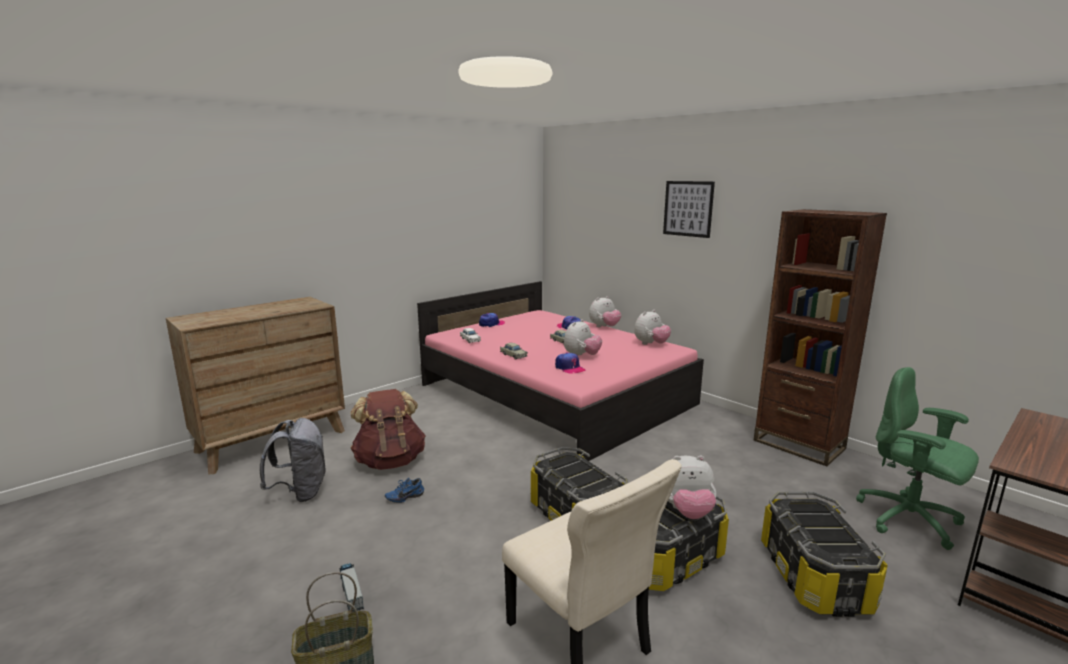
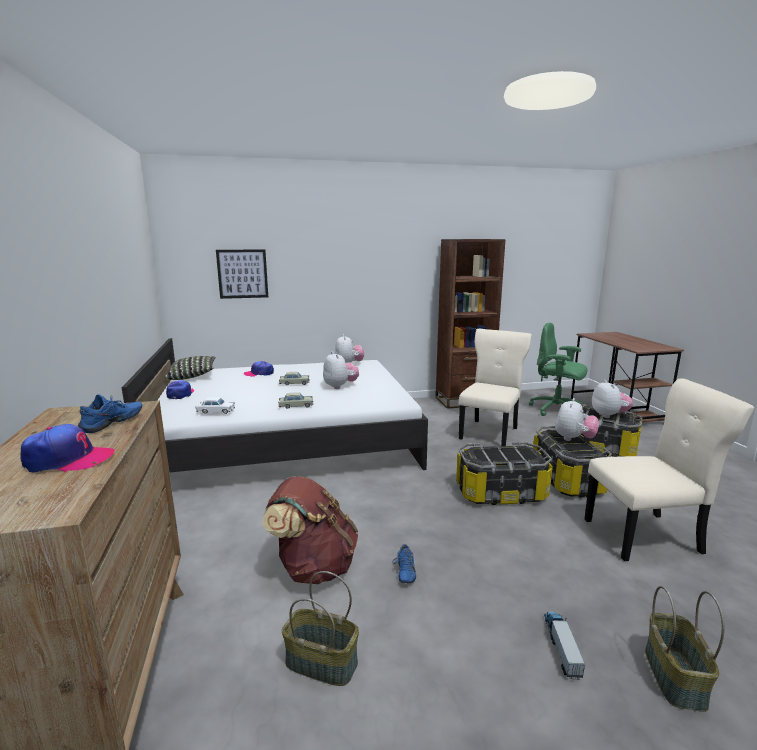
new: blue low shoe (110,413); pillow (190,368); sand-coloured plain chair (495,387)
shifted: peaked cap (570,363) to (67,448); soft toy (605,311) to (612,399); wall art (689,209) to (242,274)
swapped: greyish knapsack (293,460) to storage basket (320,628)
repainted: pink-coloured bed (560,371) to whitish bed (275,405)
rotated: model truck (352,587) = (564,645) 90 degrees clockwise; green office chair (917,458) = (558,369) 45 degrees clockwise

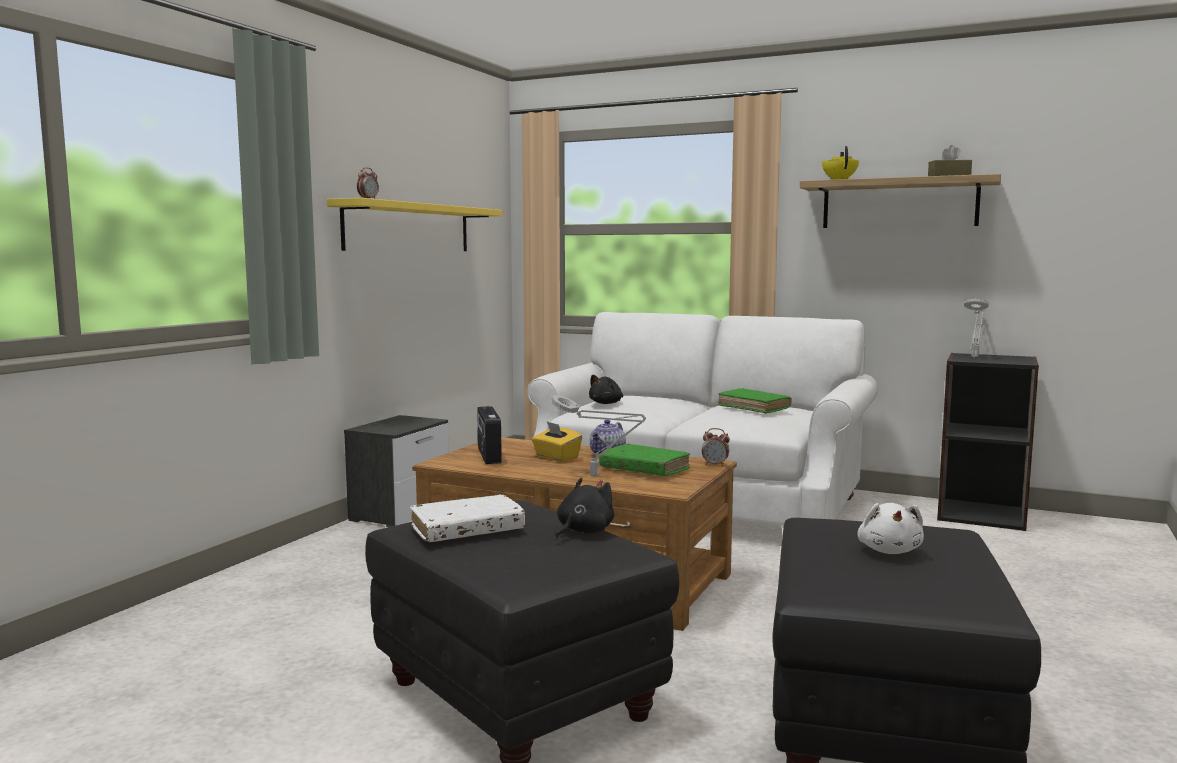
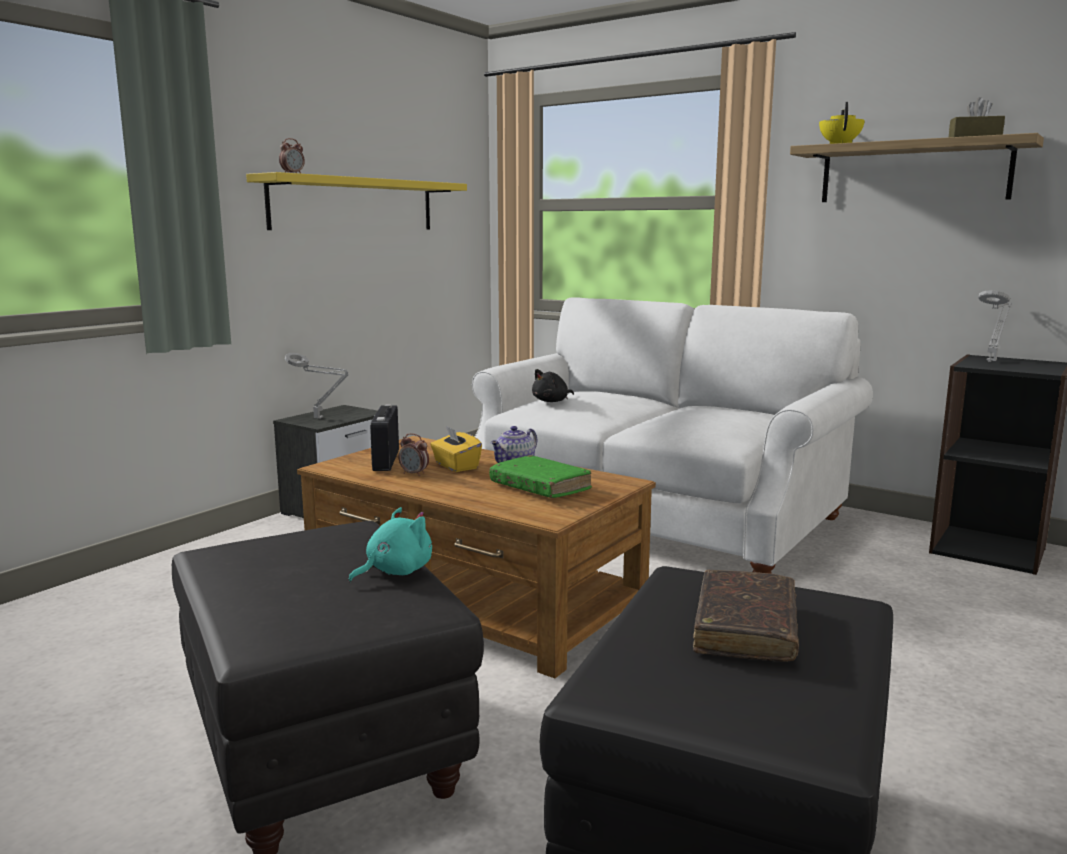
gone: whitish bound book (467,518); green bound book (755,401)
shifted: greyish table lamp (598,436) to (316,386); alarm clock (716,447) to (414,454)
swapped: whitish soft toy (890,528) to brown-coloured bound book (746,616)
repainted: black-coloured soft toy (584,509) to turquoise-coloured soft toy (390,544)

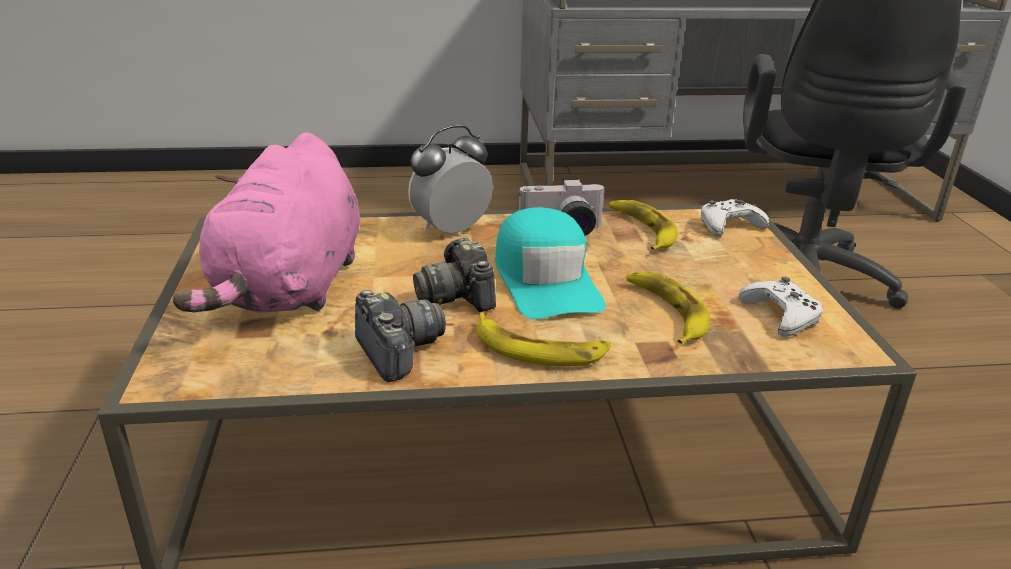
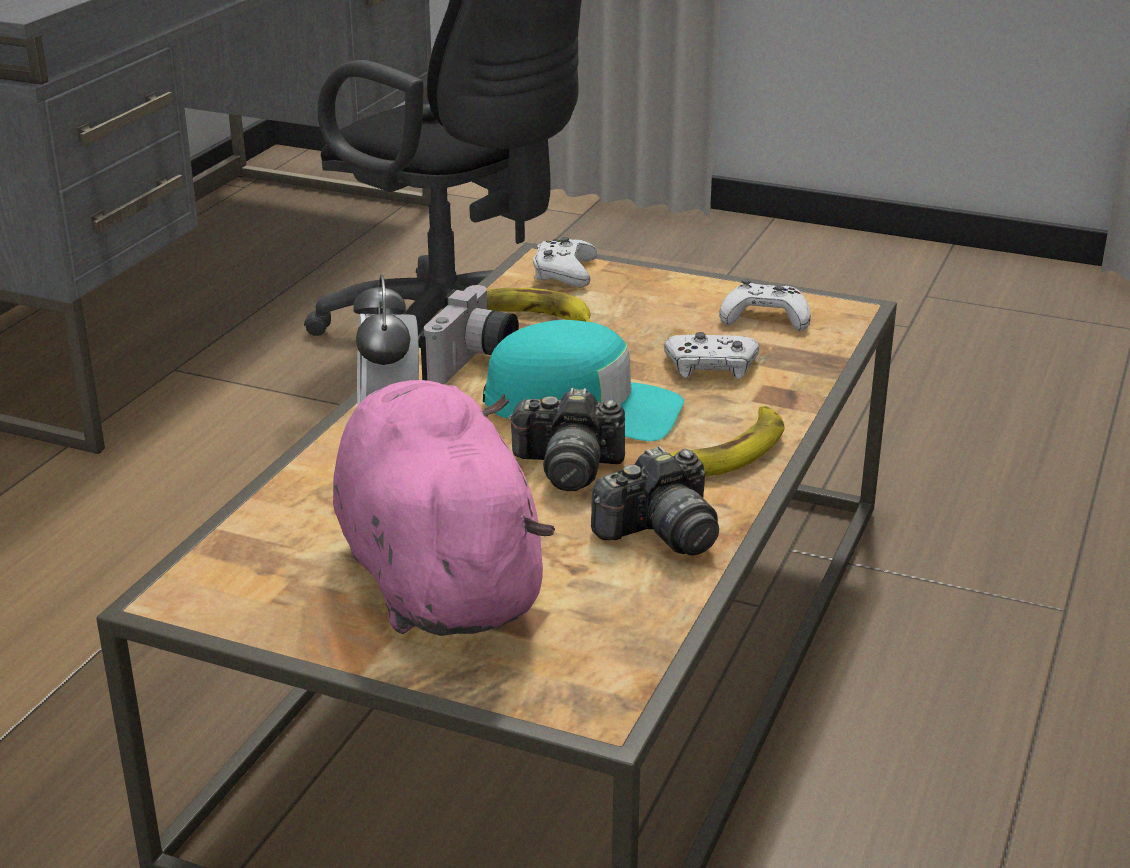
swapped: banana fruit (668,308) to whitish joypad (711,355)
rotated: pink-coloured soft toy (266,223) = (444,508) 150 degrees counterclockwise; still camera (400,336) = (655,501) 150 degrees clockwise

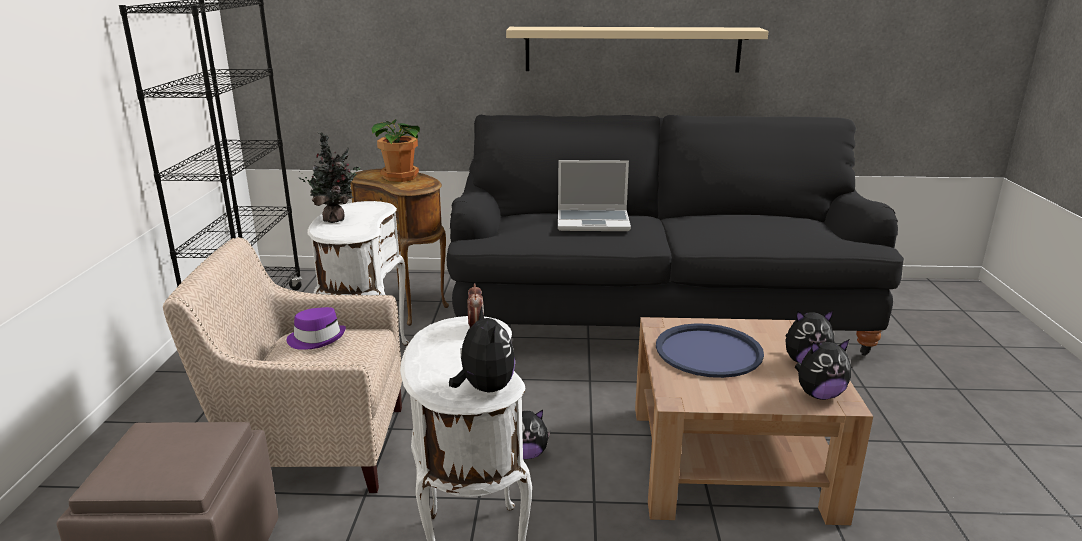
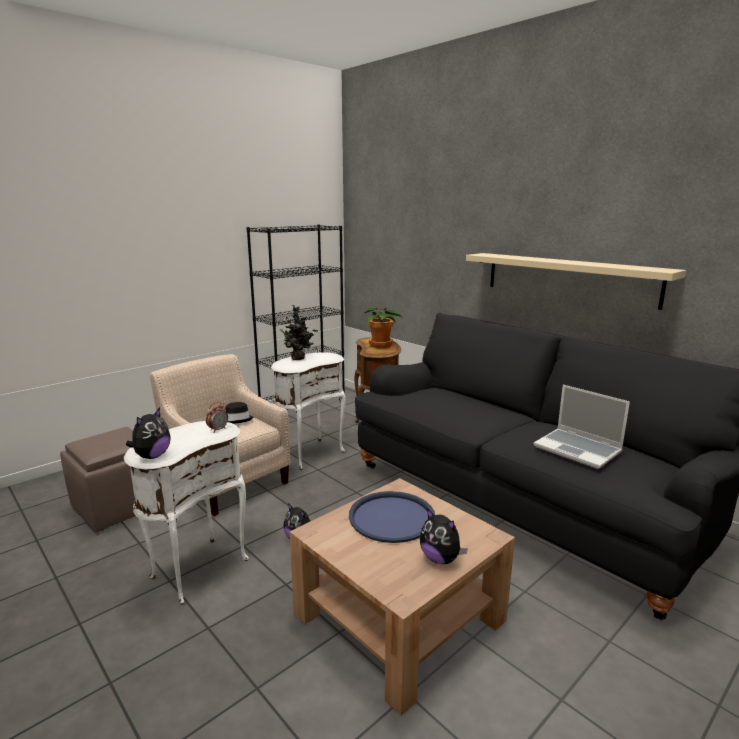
gone: soft toy (823,369)
shifted: laptop (594,195) to (582,427)
repainted: purple hat (316,328) to black-coloured hat (239,413)

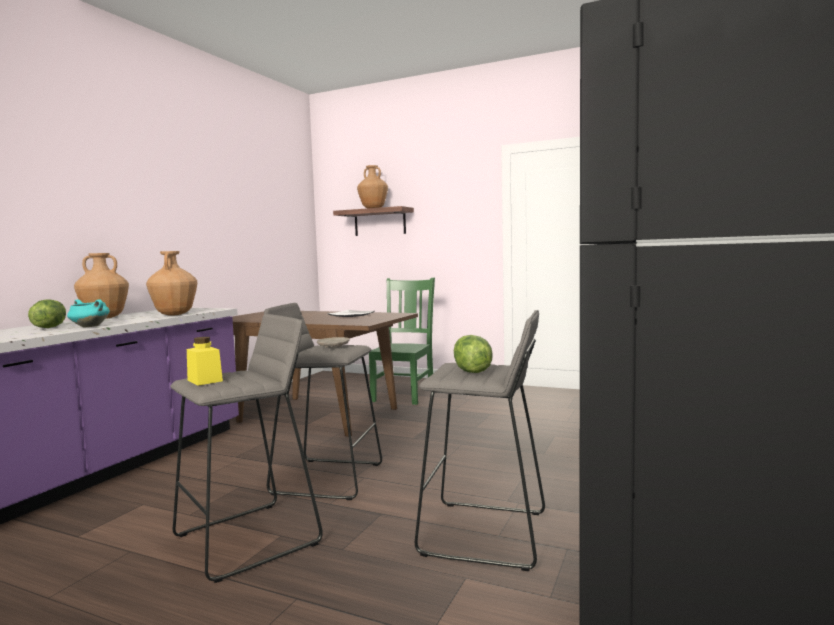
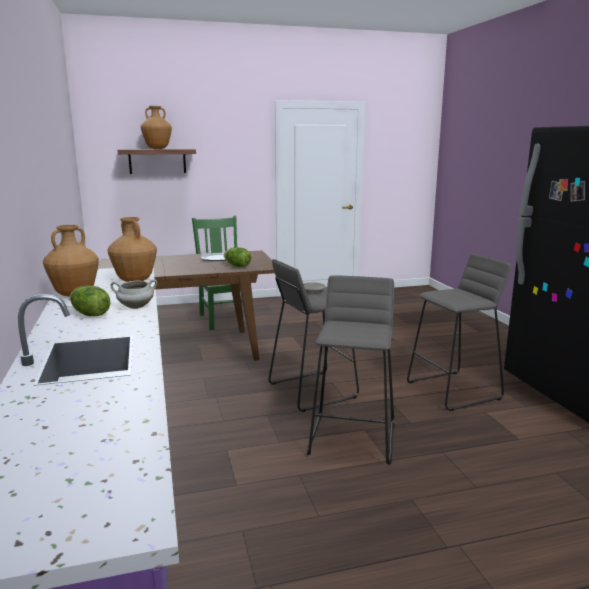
gone: yellow jar (205,361)
shifted: head of lettuce (473,354) to (237,257)
repainted: turquoise-coloured cooking pot (88,313) to whitish cooking pot (134,294)

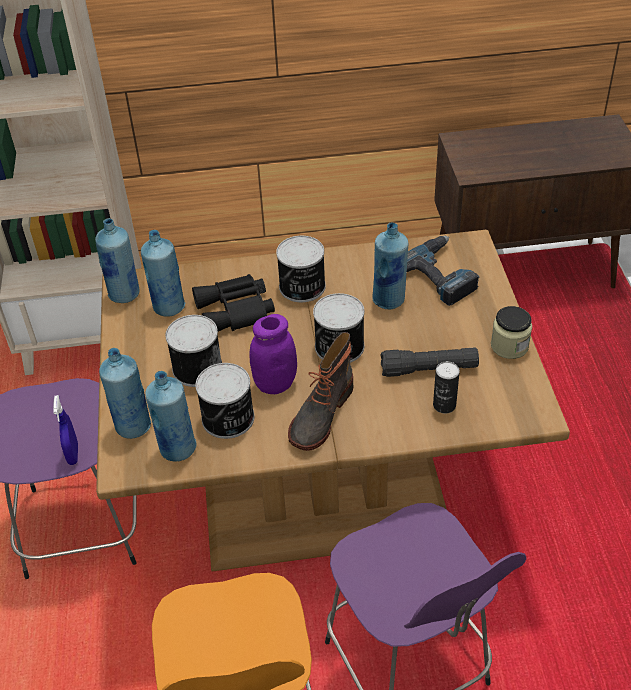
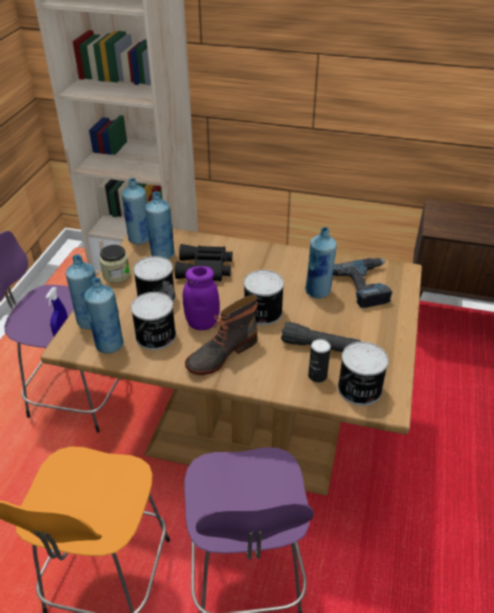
shifted: sealed can (301,269) to (363,374); jar (511,332) to (115,264)

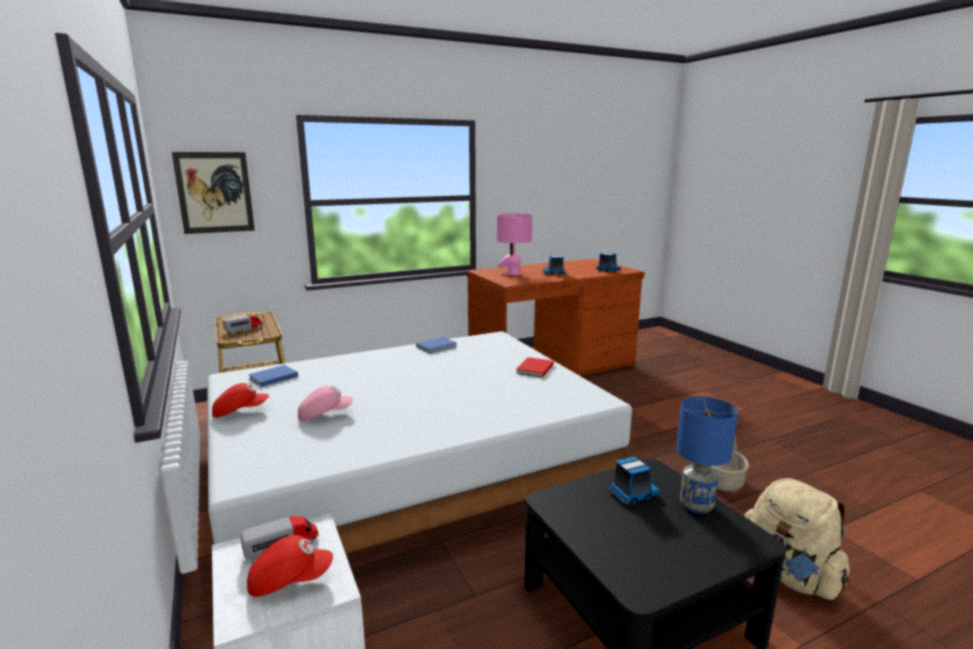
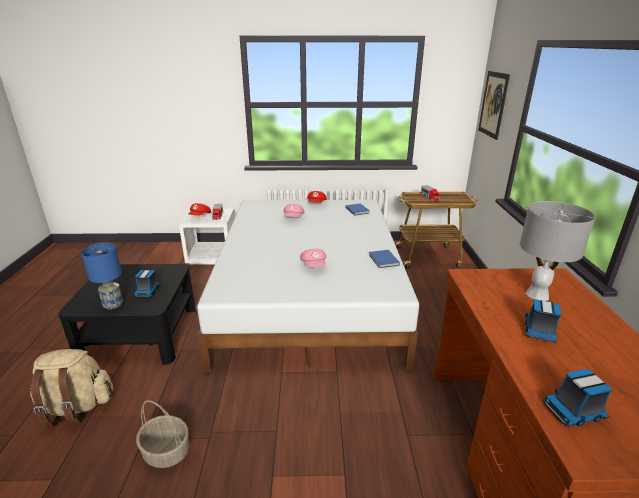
gone: red-coloured bound book (535,367)
new: pink-coloured peaked cap (313,258)
repainted: pink-coloured table lamp (514,244) to greyish table lamp (557,251)

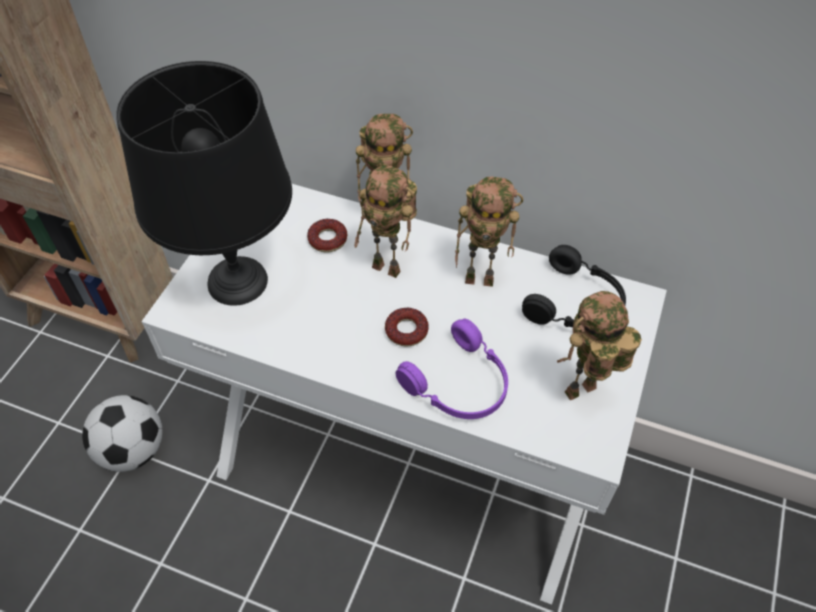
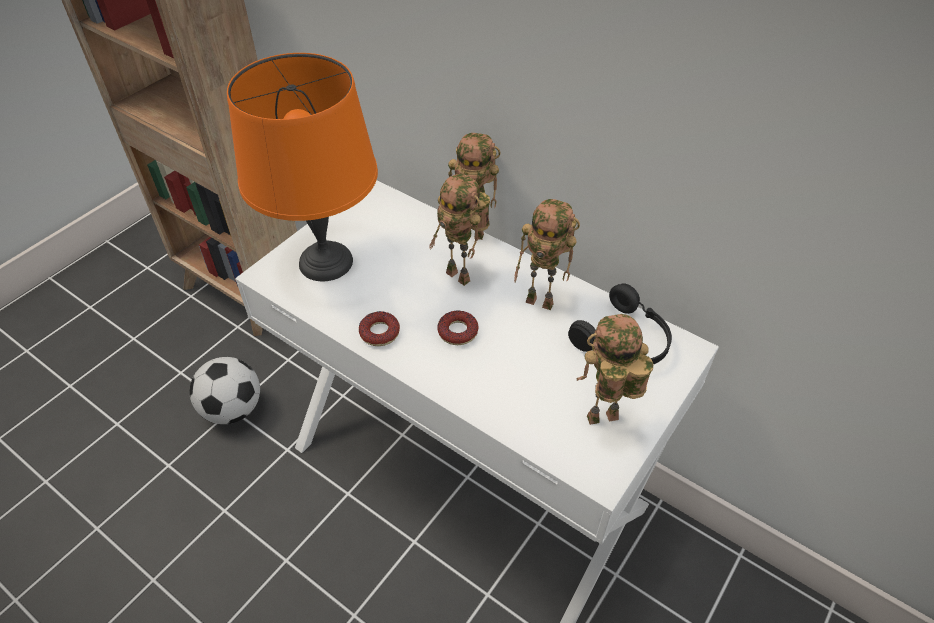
gone: purple headset (451,369)
shifted: doughnut (327,235) to (379,328)
repainted: black-coloured table lamp (204,183) to orange-coloured table lamp (302,167)

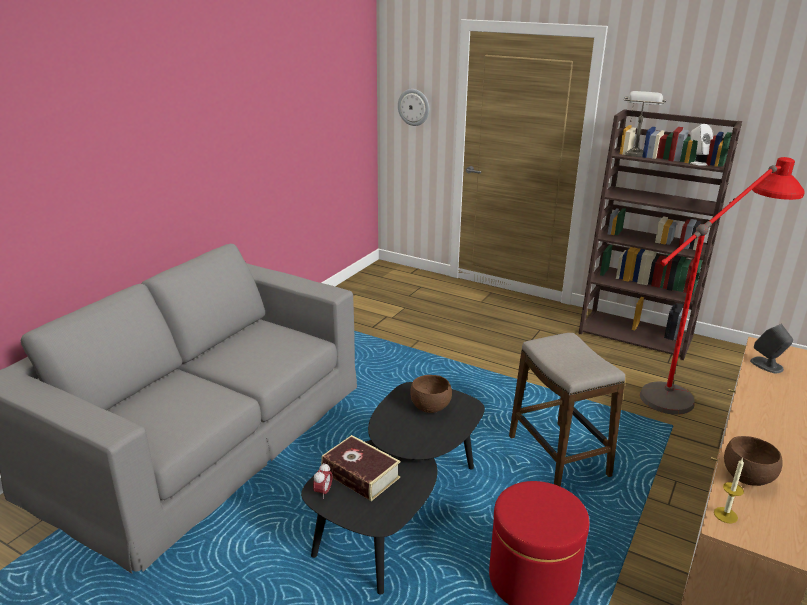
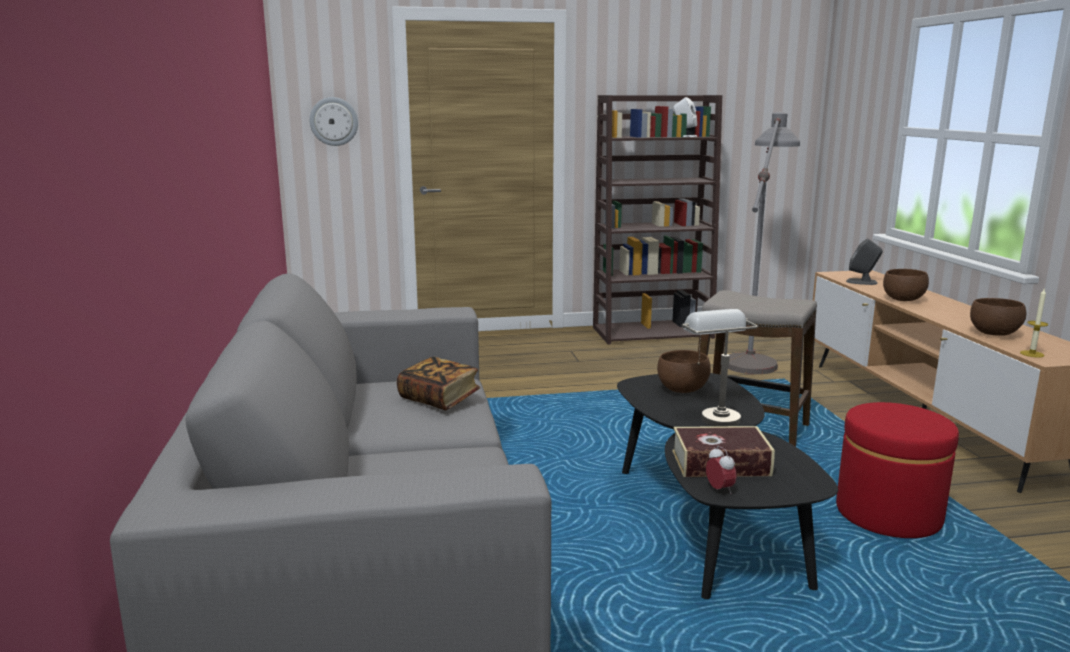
new: bound book (438,383); brown-coloured serving bowl (906,285)
shifted: greyish table lamp (645,124) to (720,367)
repainted: red-coloured floor lamp (722,286) to greyish floor lamp (764,243)

